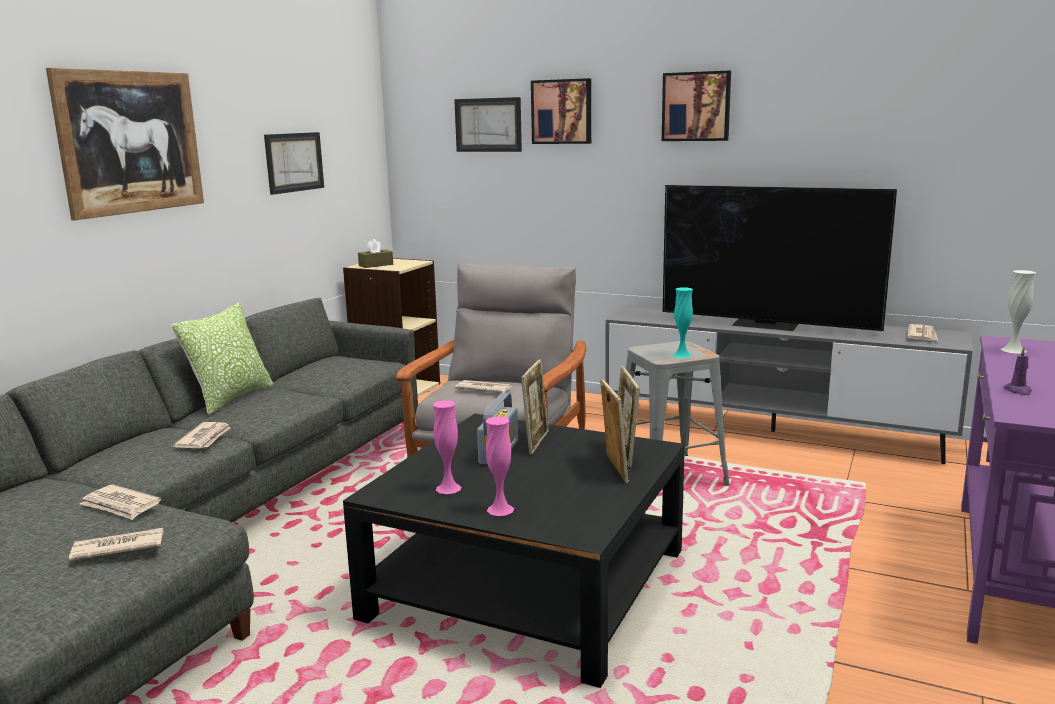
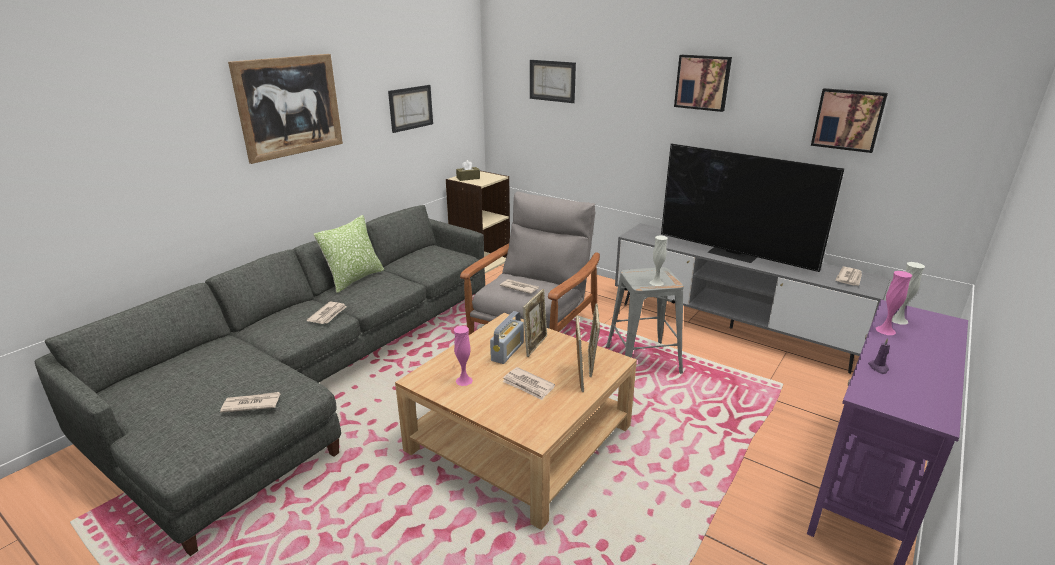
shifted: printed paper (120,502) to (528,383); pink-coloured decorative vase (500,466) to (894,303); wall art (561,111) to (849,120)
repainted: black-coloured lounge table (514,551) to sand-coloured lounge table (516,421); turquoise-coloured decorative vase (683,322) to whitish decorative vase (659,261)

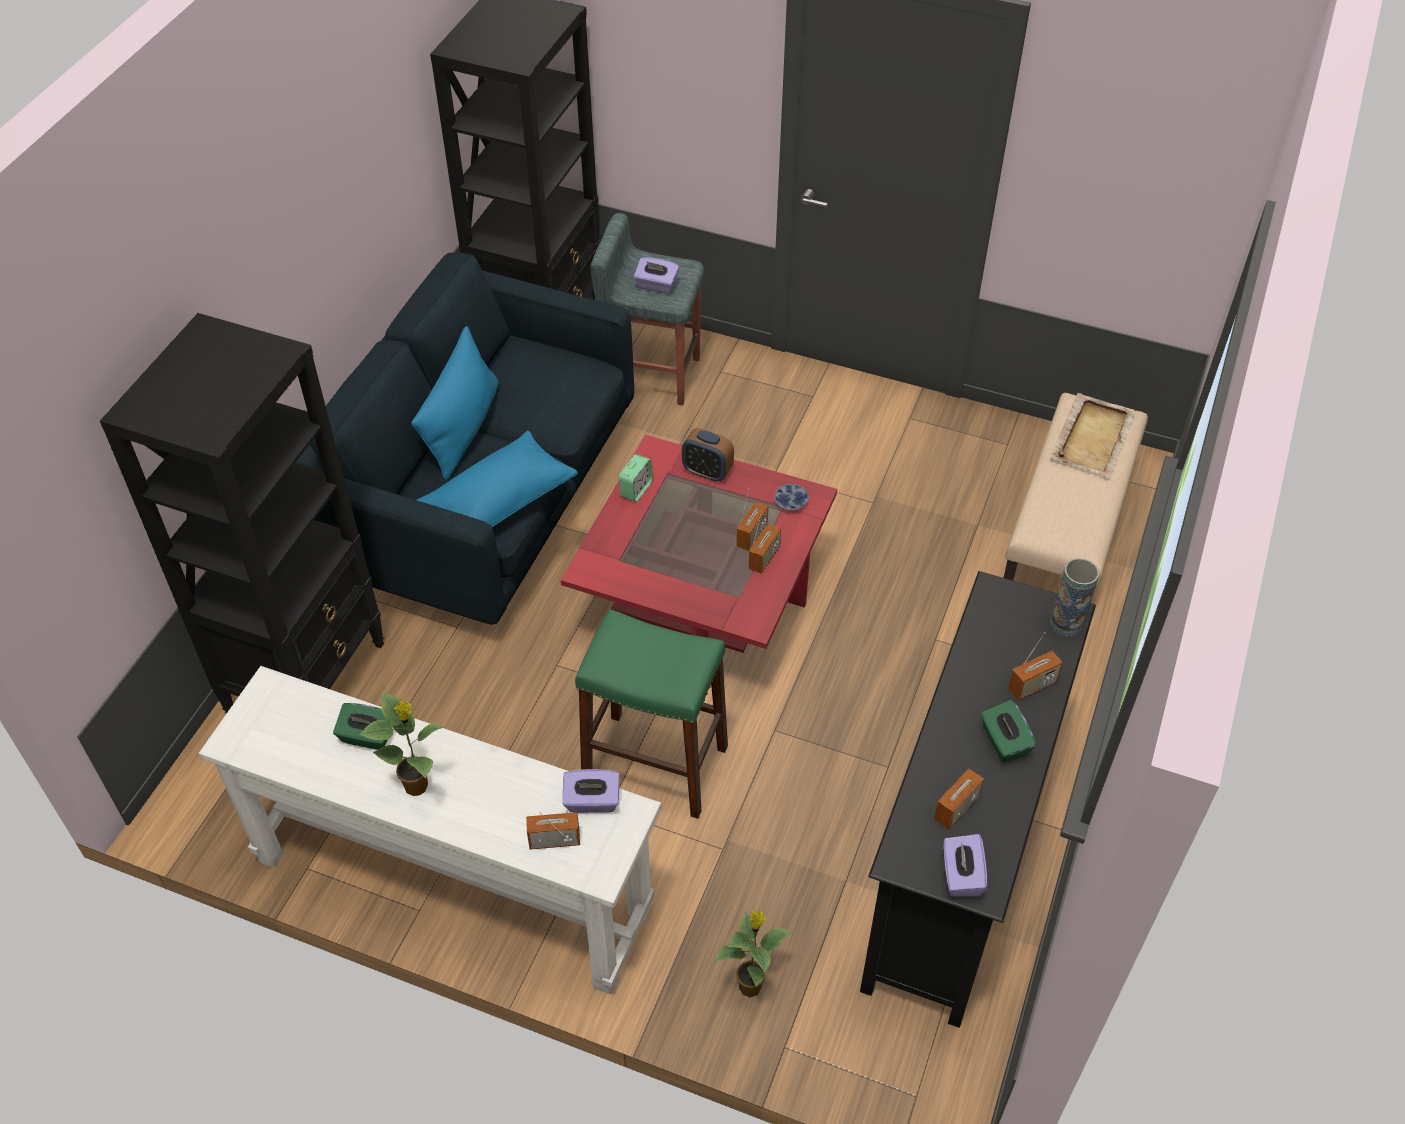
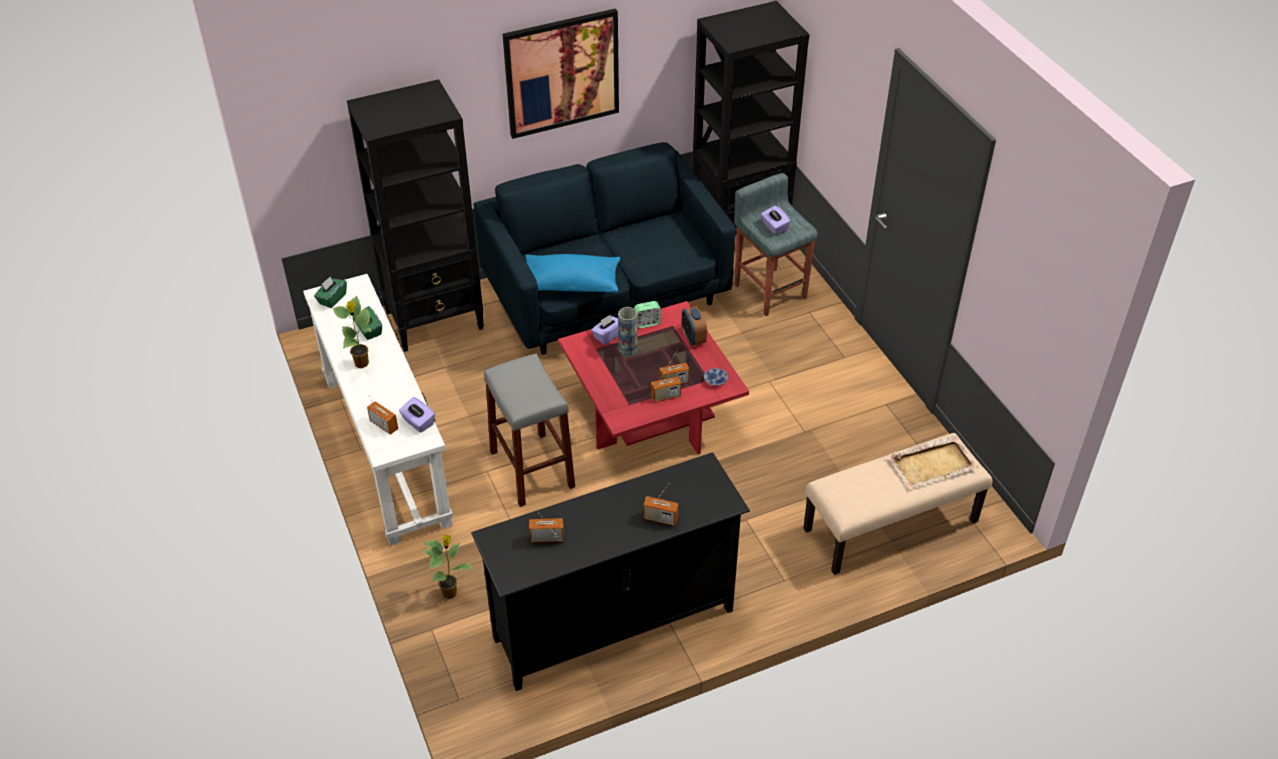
gone: blue pillow (455,403)
new: wall art (561,74)
shifted: purple tissue box (965,865) to (604,329); green tissue box (1008,731) to (330,292); decorative vase (1074,597) to (628,331)
repainted: green stool (651,714) to greyish stool (529,430)

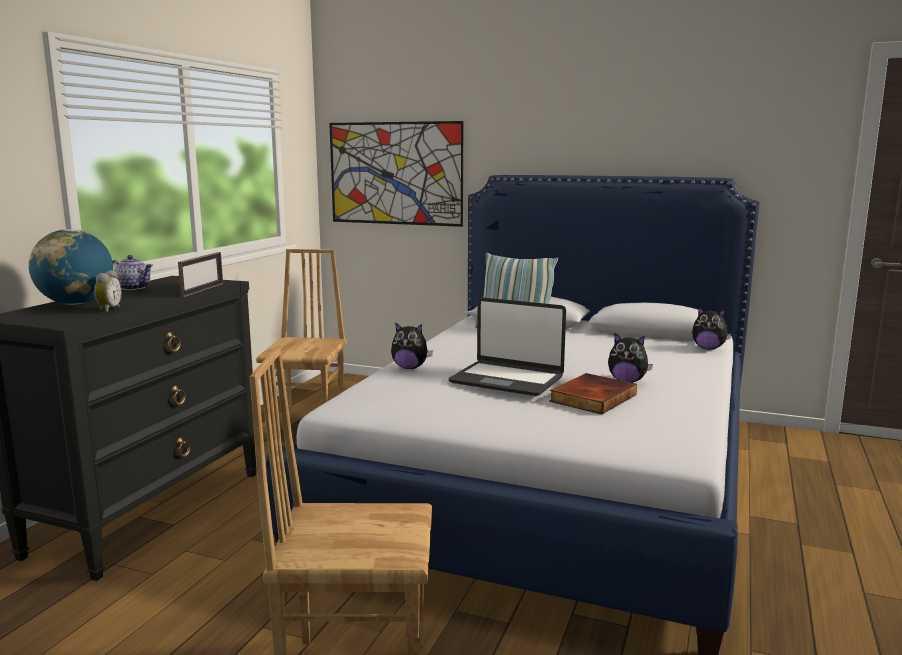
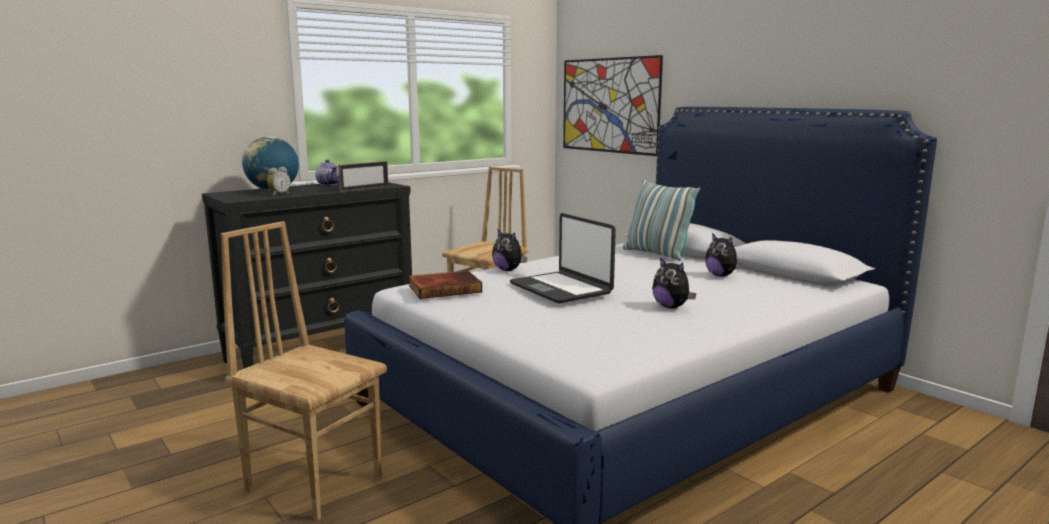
shifted: bound book (593,393) to (445,285); soft toy (711,328) to (724,255)

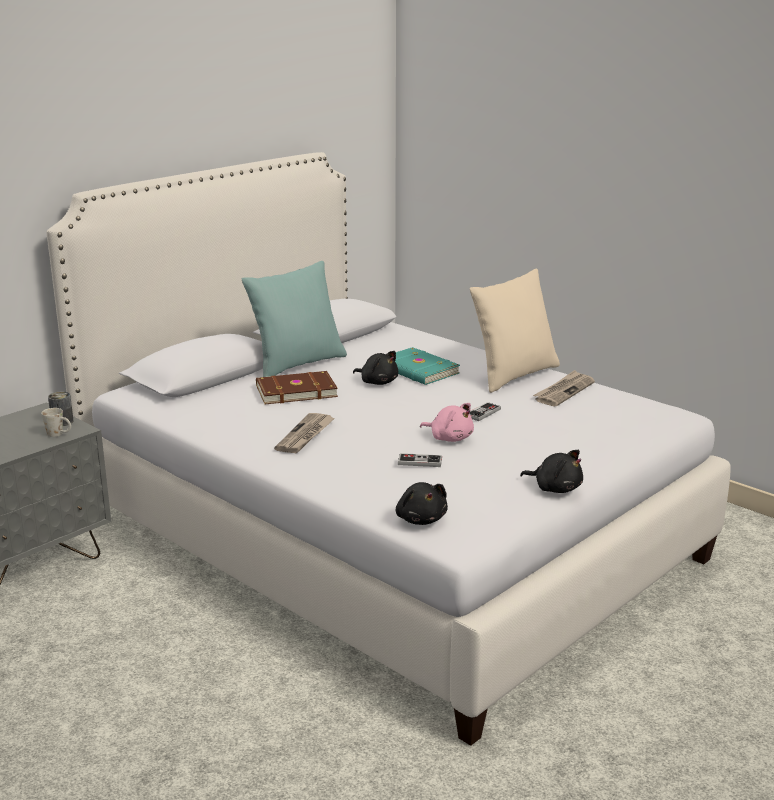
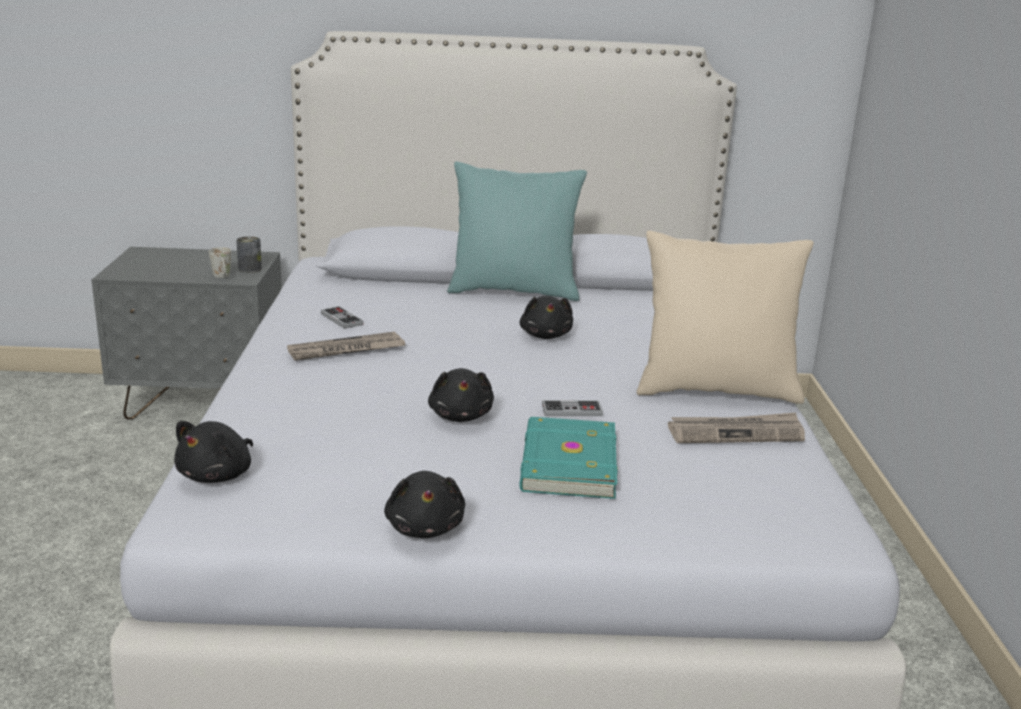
gone: brown-coloured bound book (297,388)
shifted: turquoise-coloured bound book (427,366) to (568,458); joypad (420,460) to (342,317)
repainted: pink-coloured soft toy (447,422) to black-coloured soft toy (461,395)

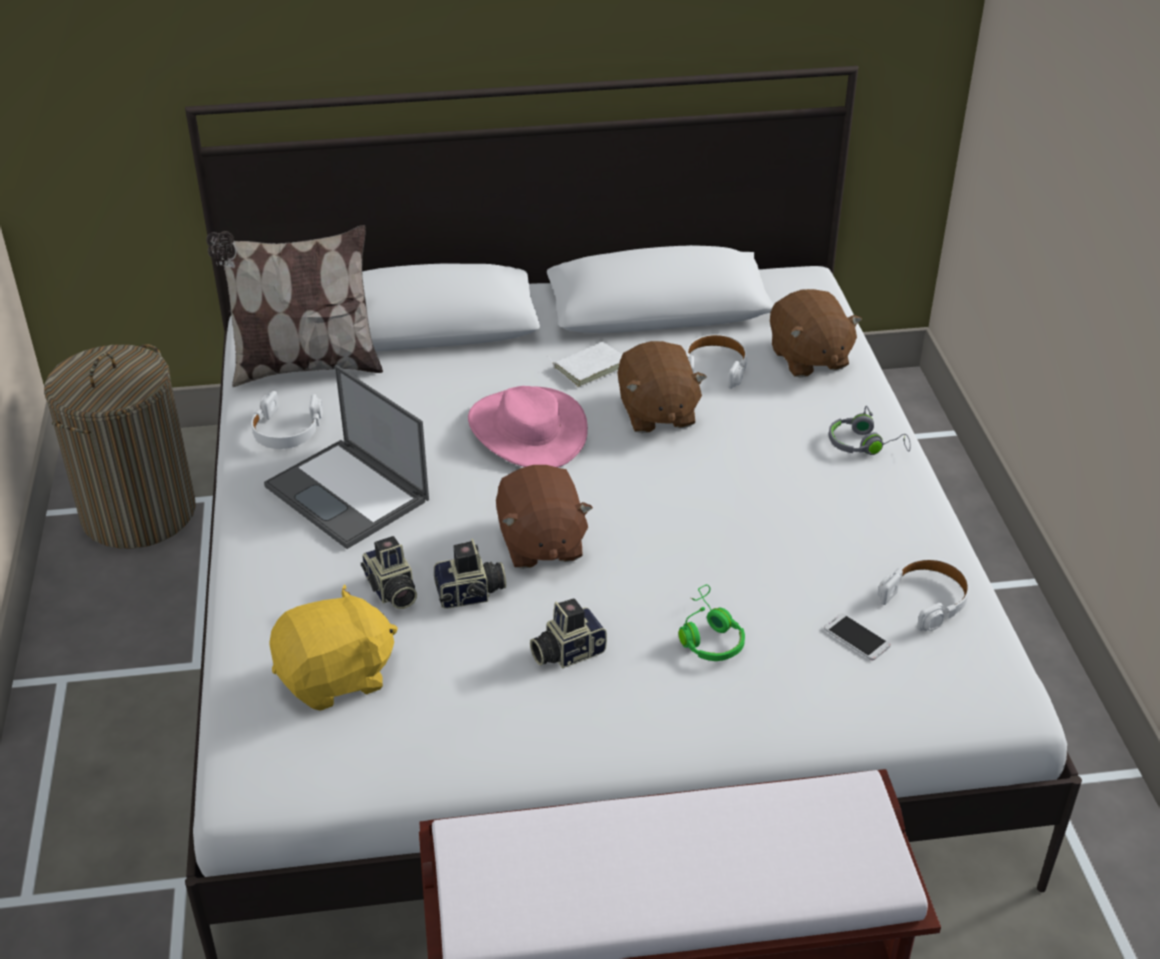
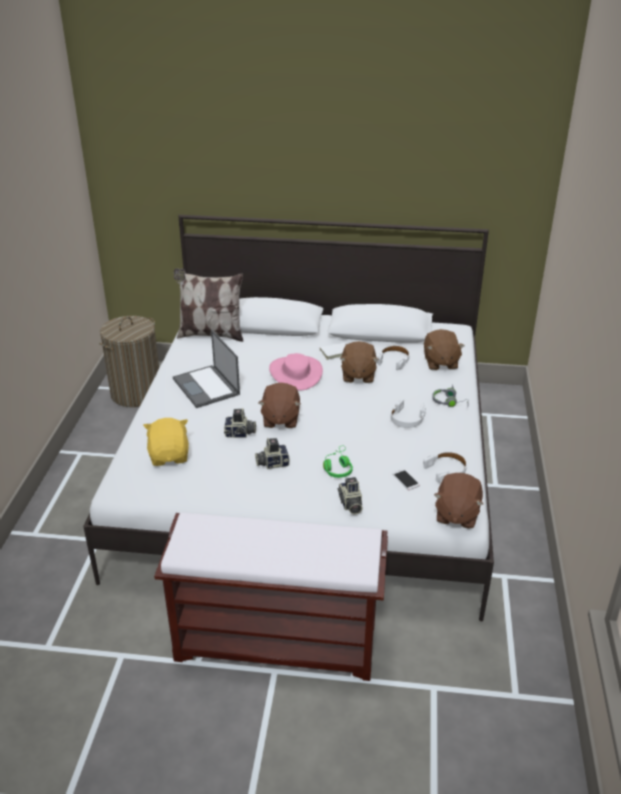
new: brown-coloured soft toy (458,501)
shifted: whitish headset (287,420) to (408,413); still camera (389,572) to (350,496)
rotated: yellow soft toy (333,647) = (166,442) 90 degrees counterclockwise

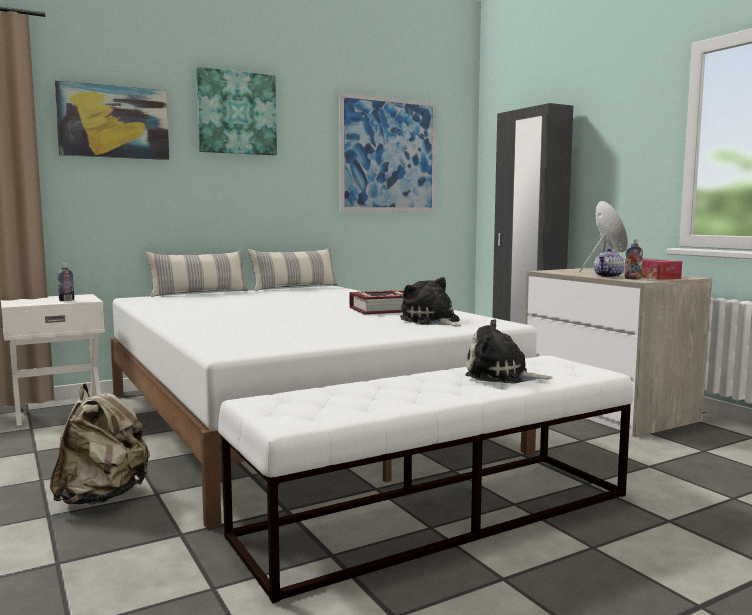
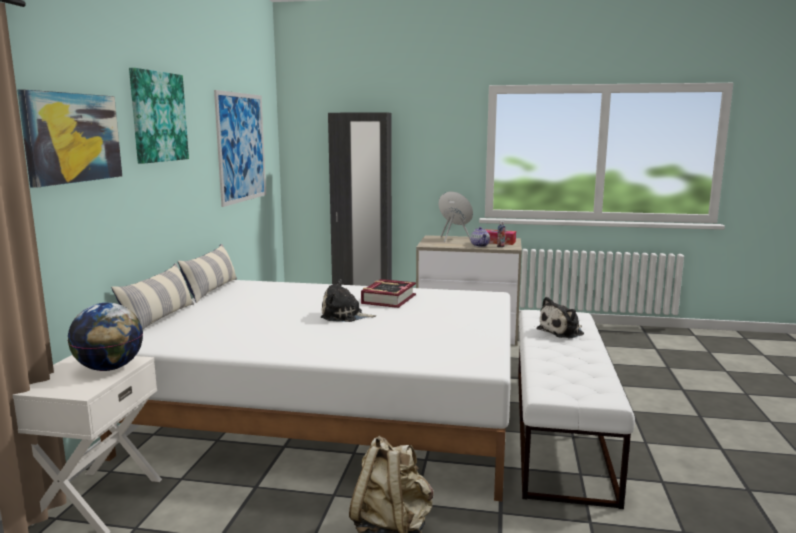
shifted: soft toy (430,301) to (348,300)
swapped: beverage bottle (65,282) to world globe (105,337)

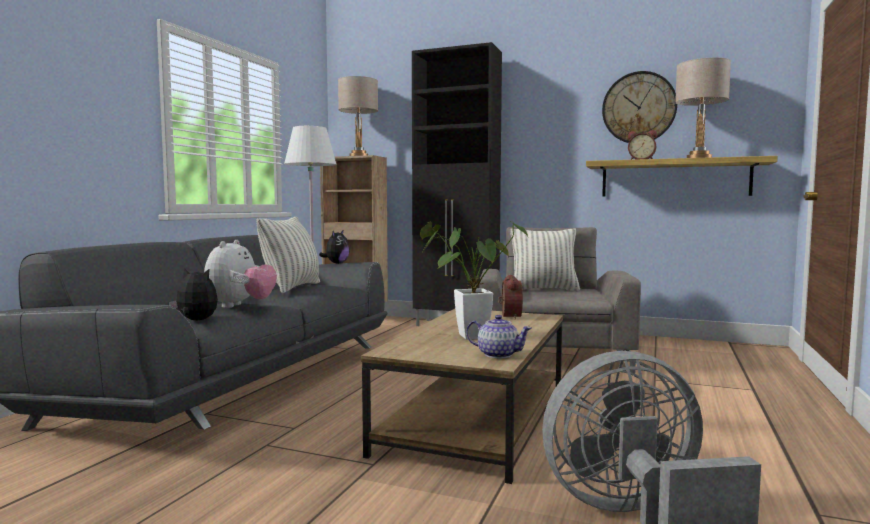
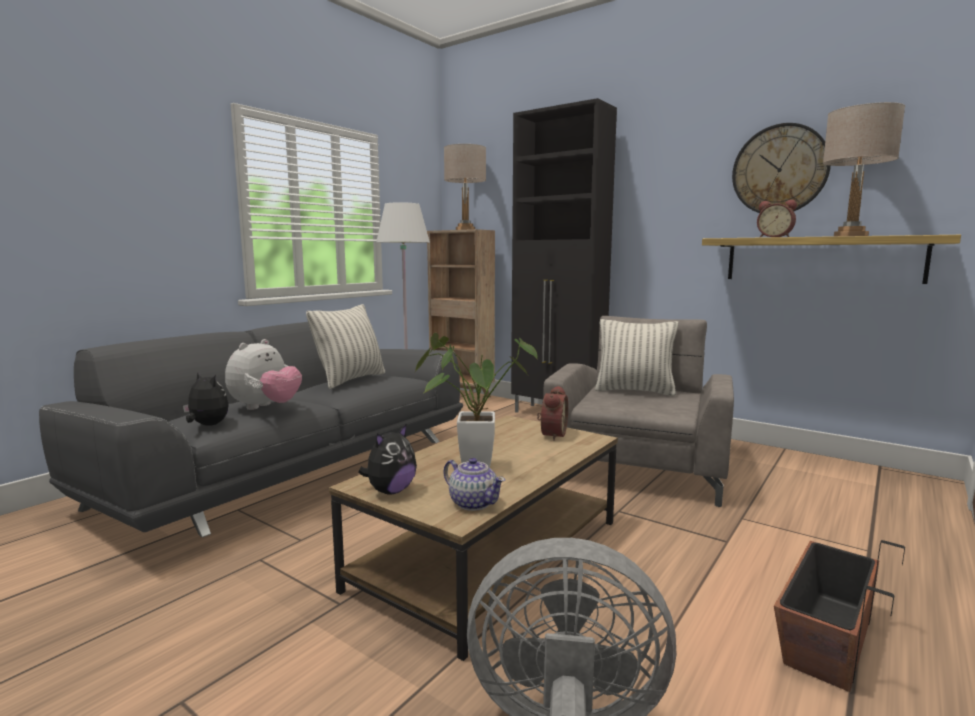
new: planter (839,616)
shifted: soft toy (334,247) to (387,459)

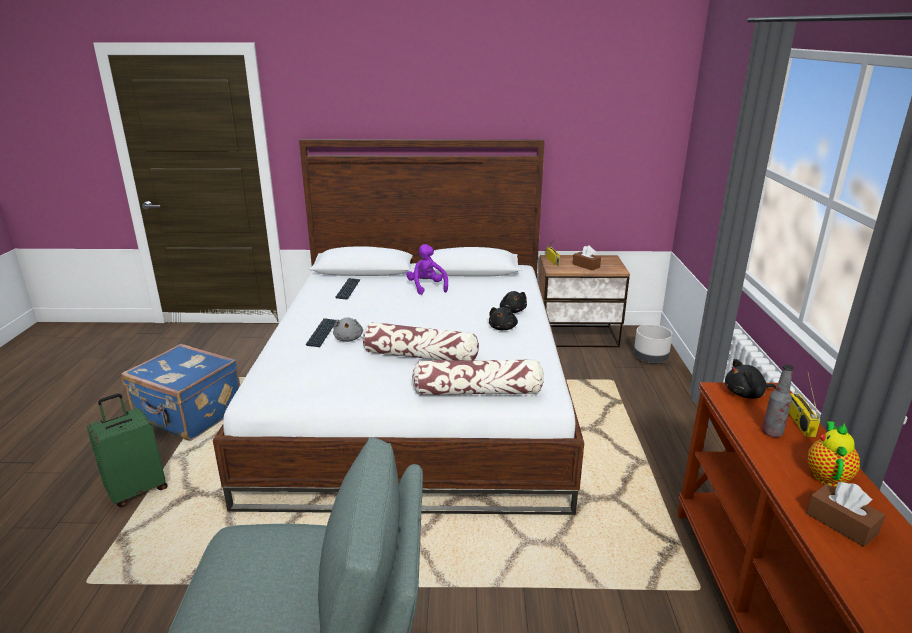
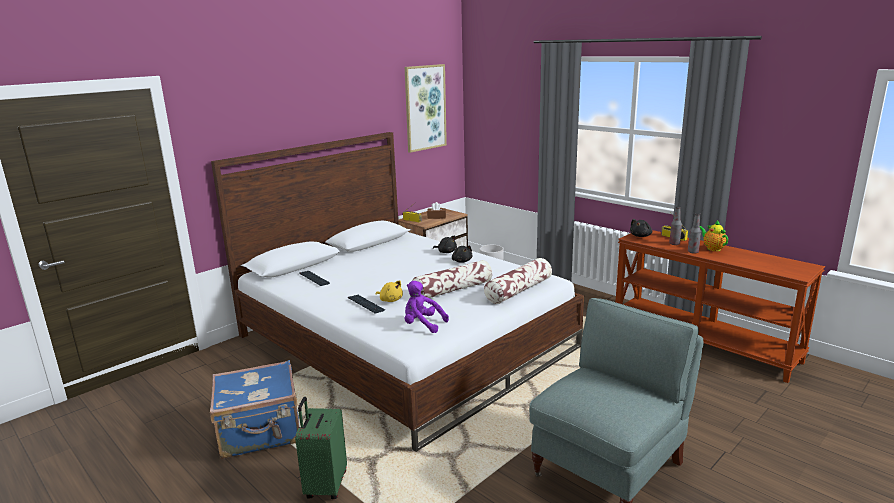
gone: brown-coloured tissue box (845,514)
new: wall art (426,108); beverage bottle (694,233)
shifted: purple soft toy (427,269) to (427,307)
repainted: greyish soft toy (348,329) to yellow soft toy (389,291)

